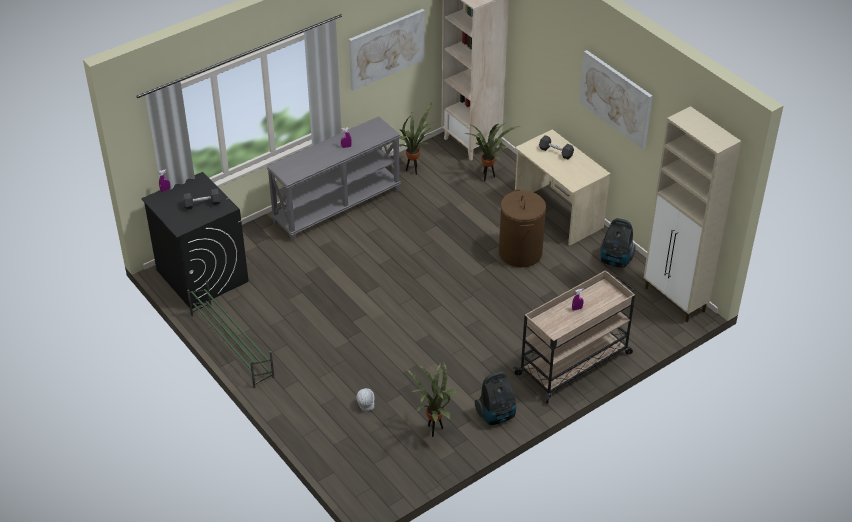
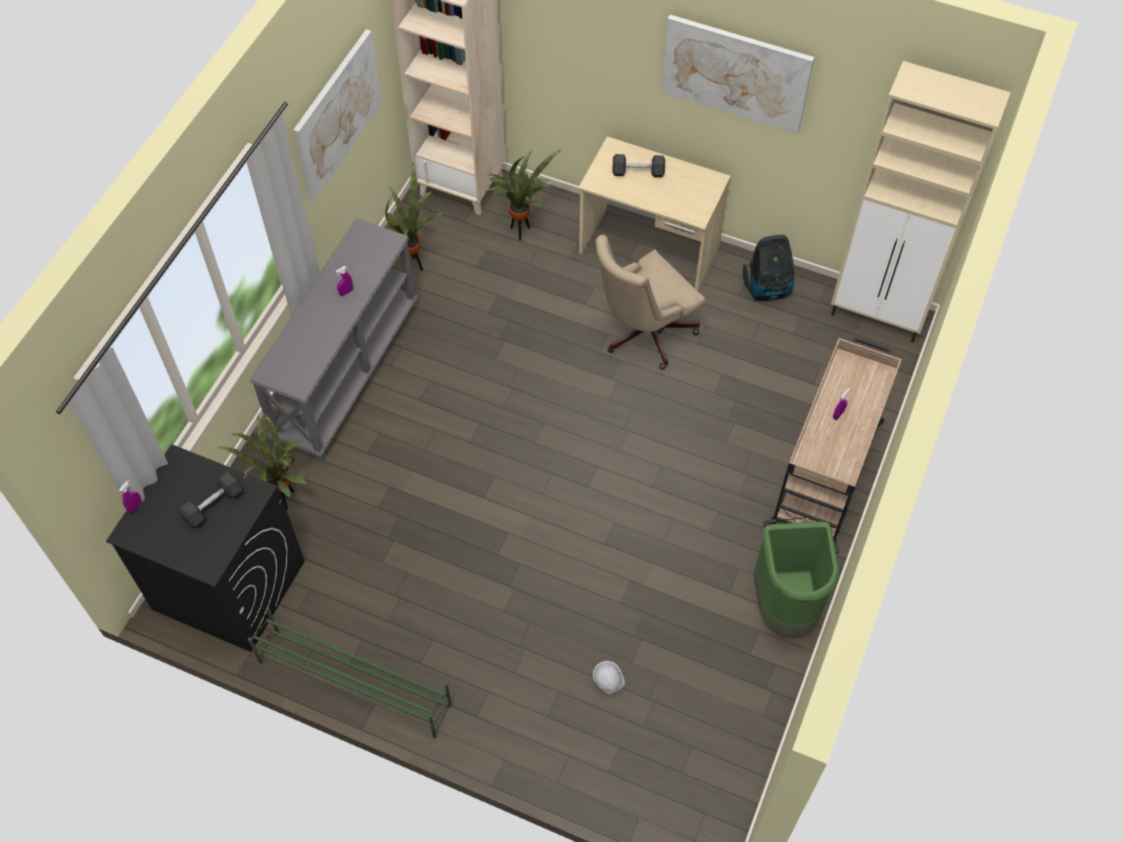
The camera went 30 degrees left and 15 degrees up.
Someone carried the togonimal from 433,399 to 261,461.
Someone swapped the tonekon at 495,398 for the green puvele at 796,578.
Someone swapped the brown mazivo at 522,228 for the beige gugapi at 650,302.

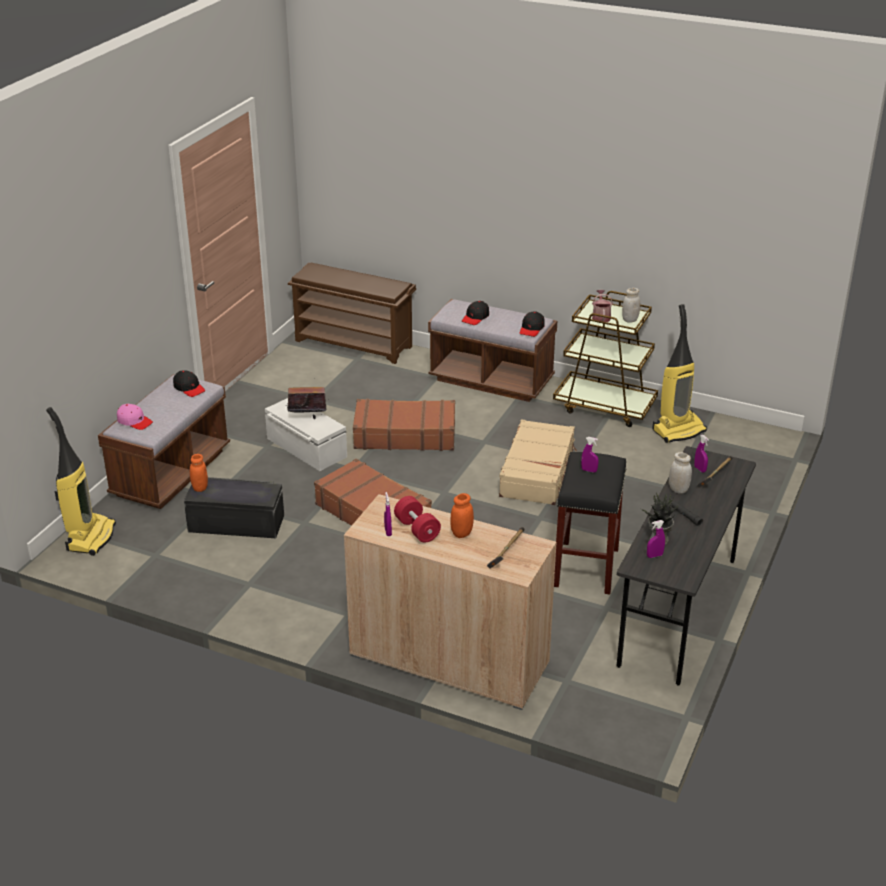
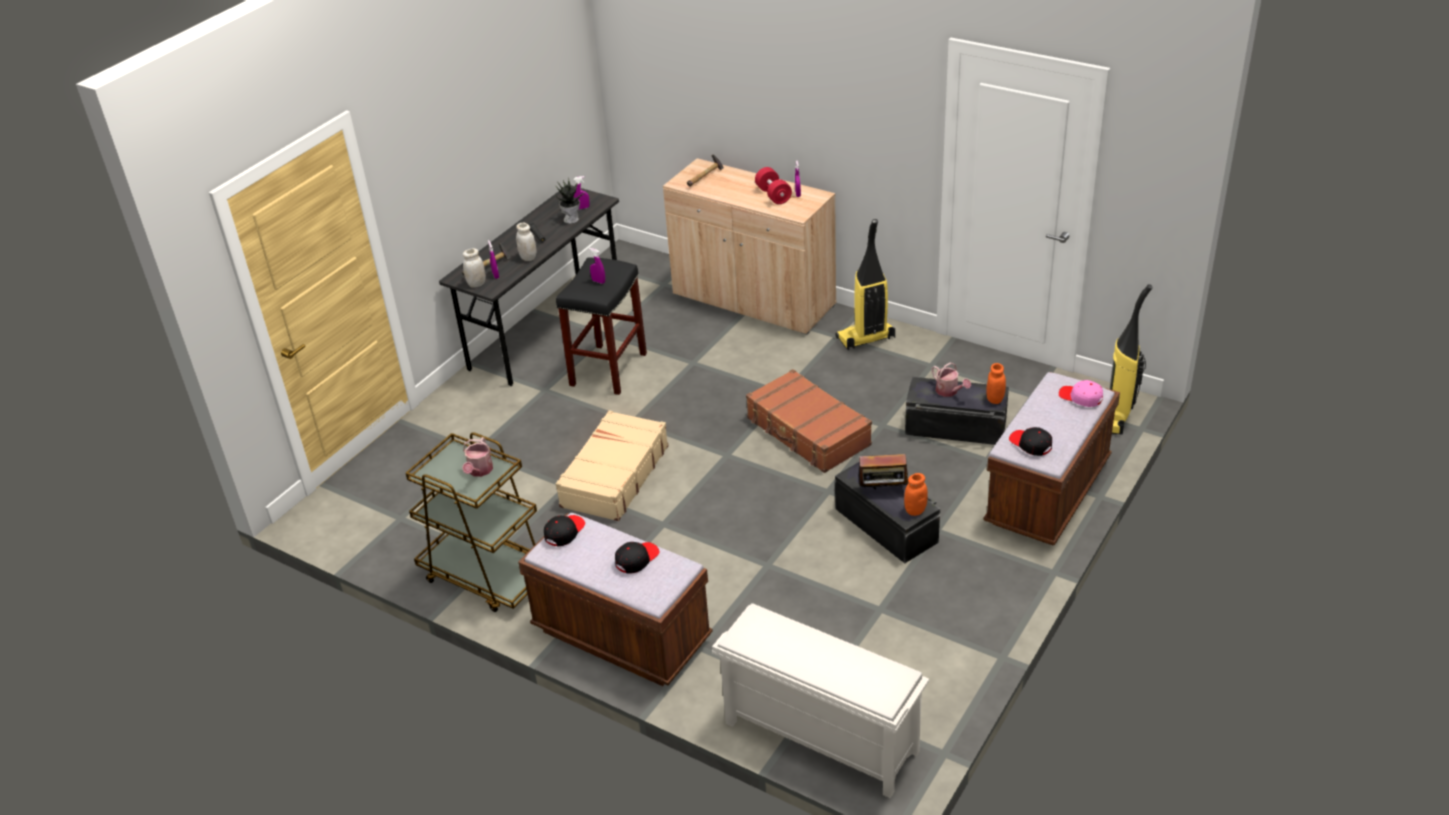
The camera went 170 degrees left and 5 degrees up.
Someone took away the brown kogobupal at 404,425.
Someone put down the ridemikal at 951,379.
Someone carried the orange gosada from 462,515 to 916,494.
Someone carried the white gosada from 631,305 to 474,268.
Someone carried the tonekon from 679,373 to 865,284.
Someone repainted the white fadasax at 306,434, which became the black fadasax at 887,512.
Someone repainted the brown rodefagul at 352,313, which became the white rodefagul at 820,700.

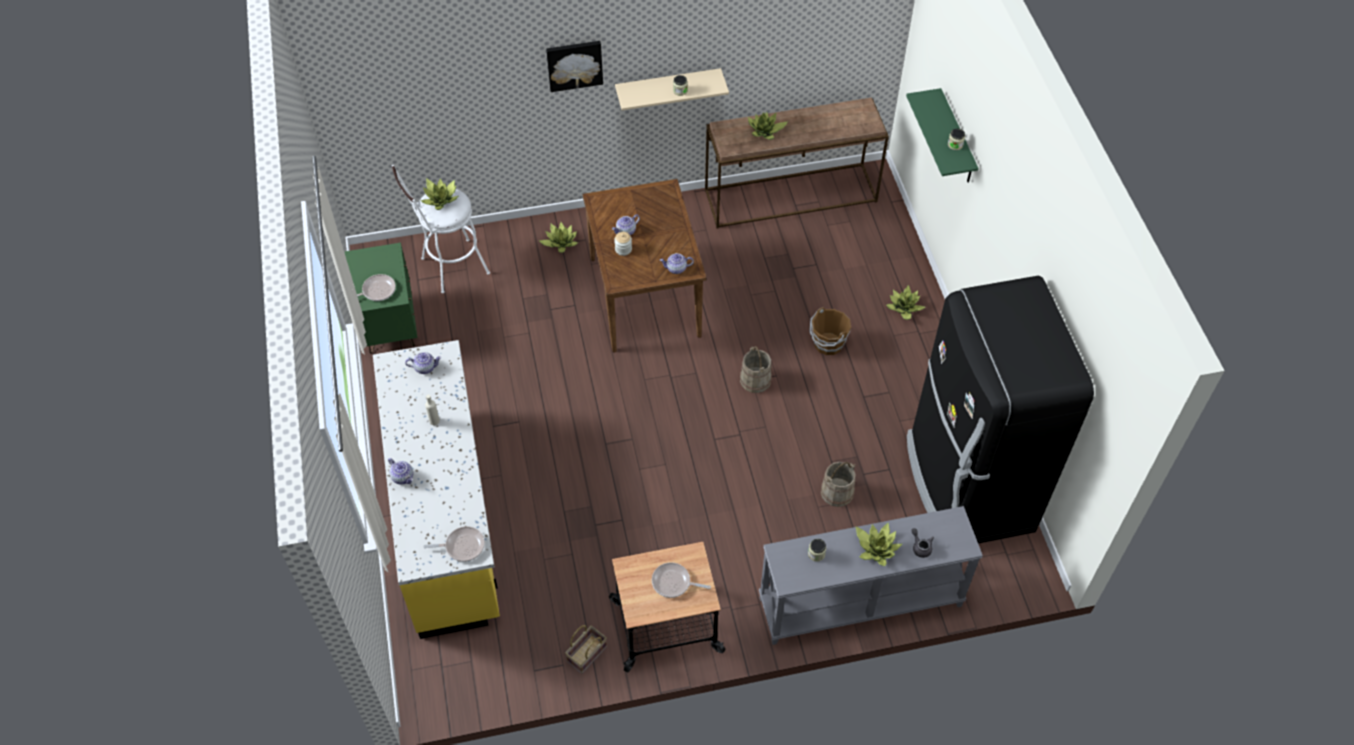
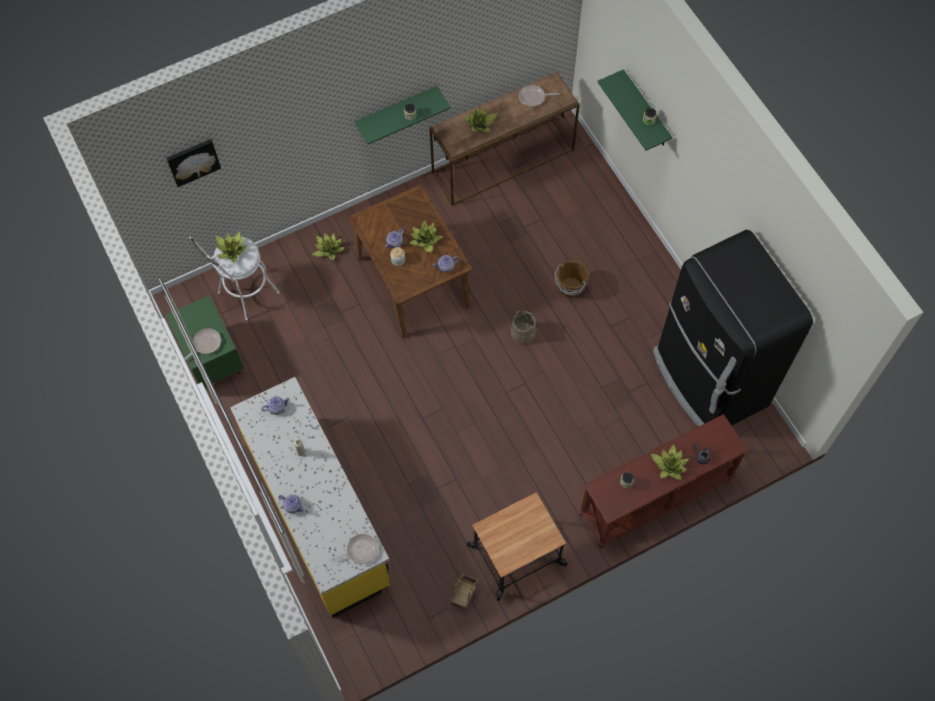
The camera went 15 degrees left and 10 degrees up.
Someone took away the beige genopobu at 838,484.
Someone carried the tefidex from 574,66 to 193,163.
Someone carried the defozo from 681,580 to 539,96.
Someone carried the togonimal from 905,302 to 426,236.
Someone repainted the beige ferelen at 672,89, which became the green ferelen at 403,115.
Someone repainted the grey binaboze at 871,575, which became the brown binaboze at 663,481.

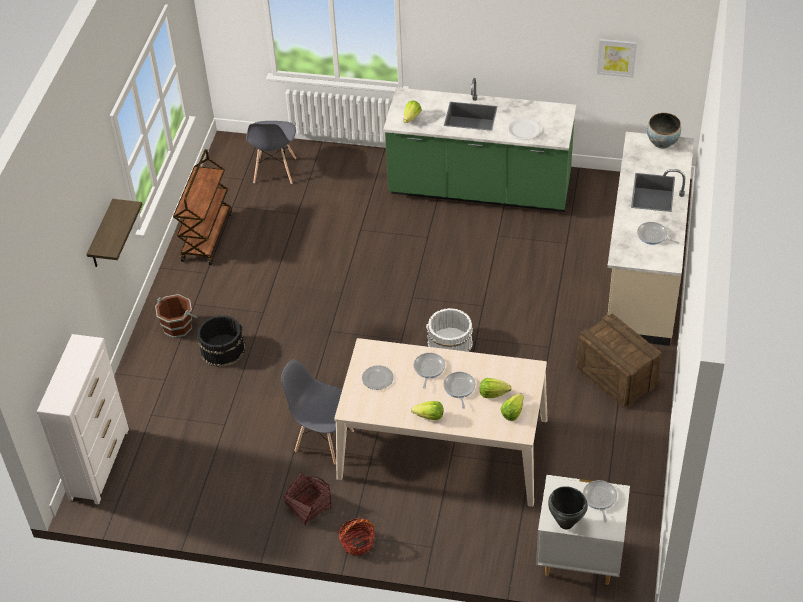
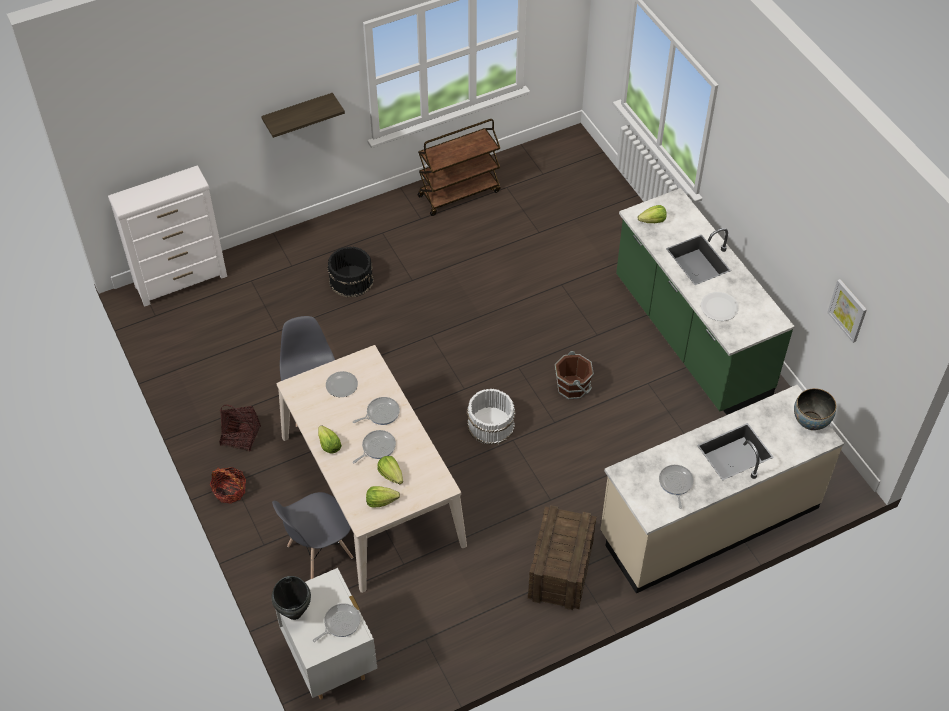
The camera went 50 degrees right and 5 degrees up.
Someone carried the brown genopobu from 176,316 to 574,375.
Someone carried the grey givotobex from 271,152 to 312,535.

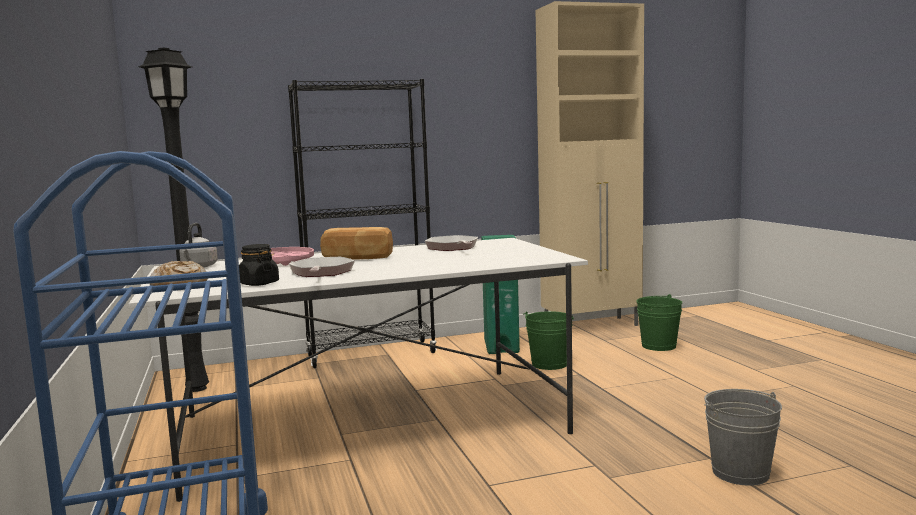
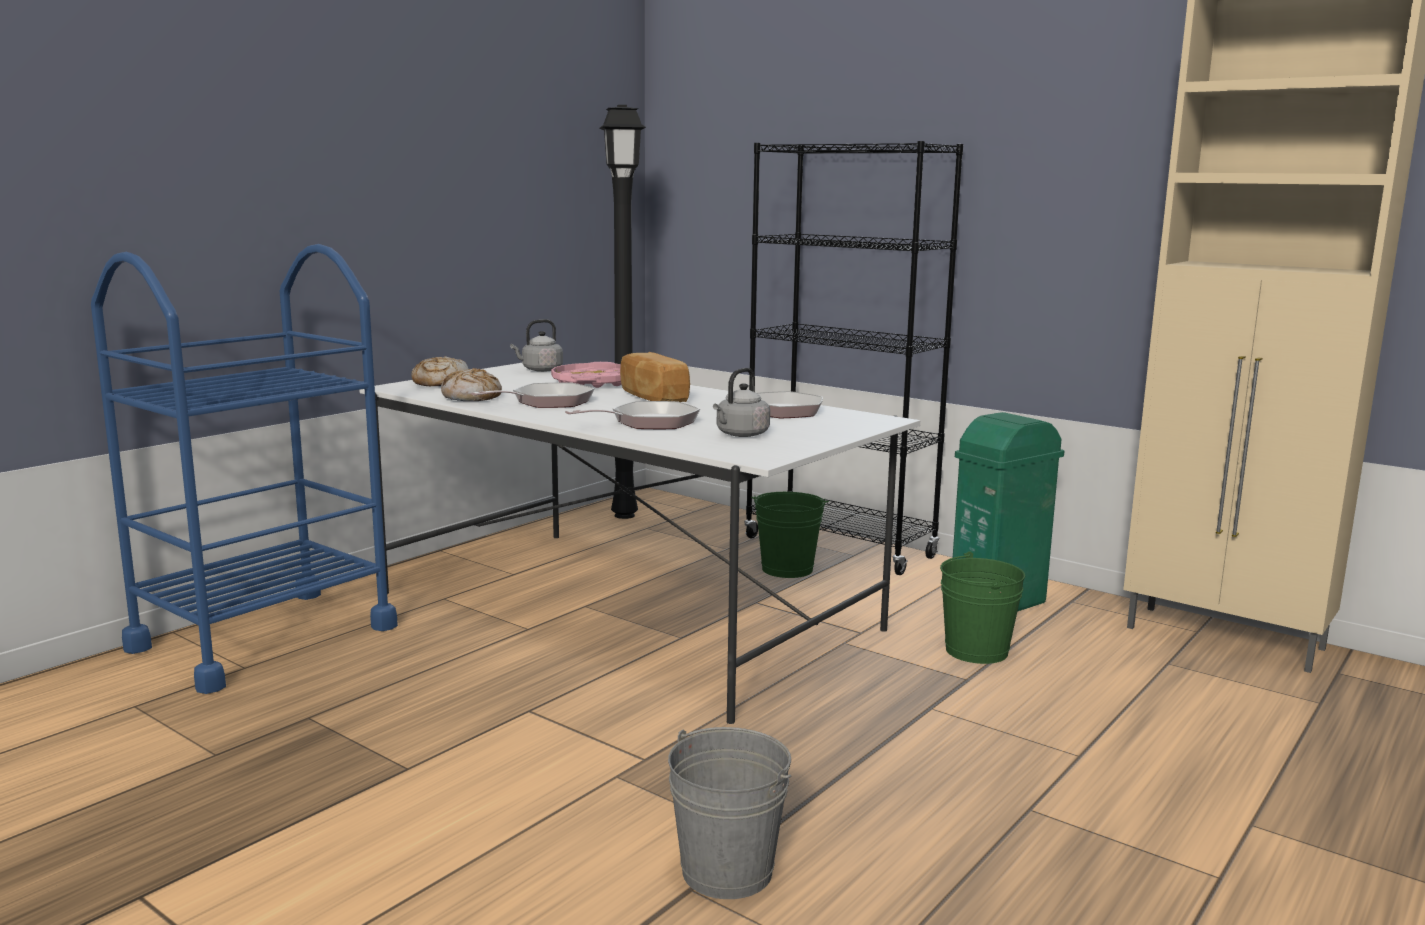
The camera went 55 degrees right and 5 degrees up.
Someone put down the defozo at 632,415.
Someone put down the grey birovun at 741,402.
Someone carried the green genopobu from 659,322 to 790,535.
Someone swapped the black gosada at 259,265 for the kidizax at 471,384.

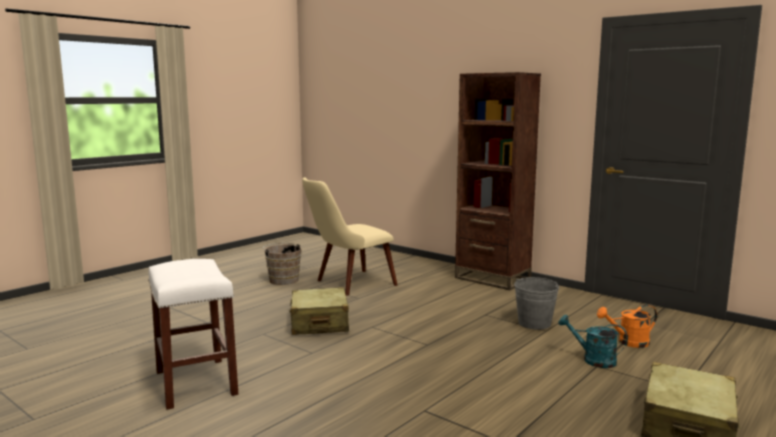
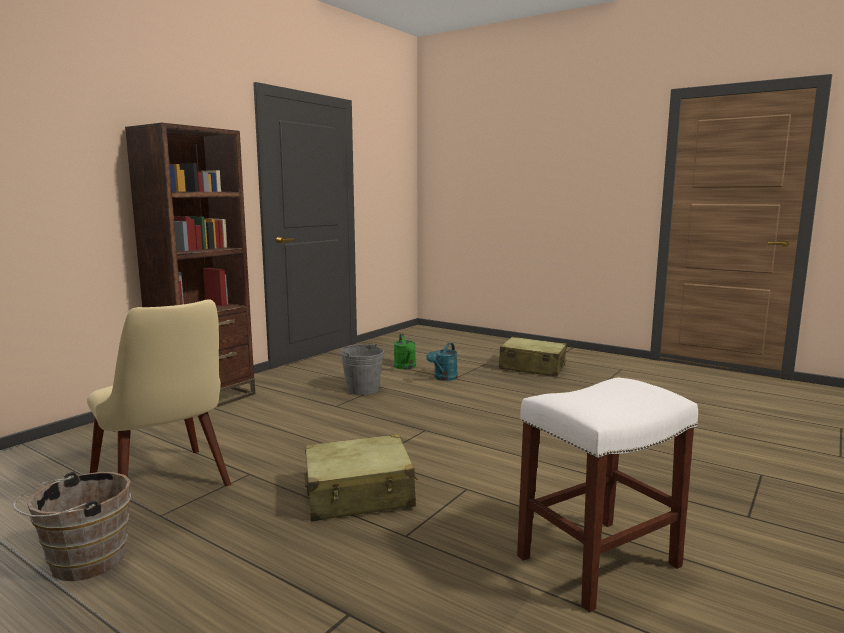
The camera went 95 degrees left and 0 degrees up.
Someone repainted the orange ridemikal at 627,326, which became the green ridemikal at 405,351.

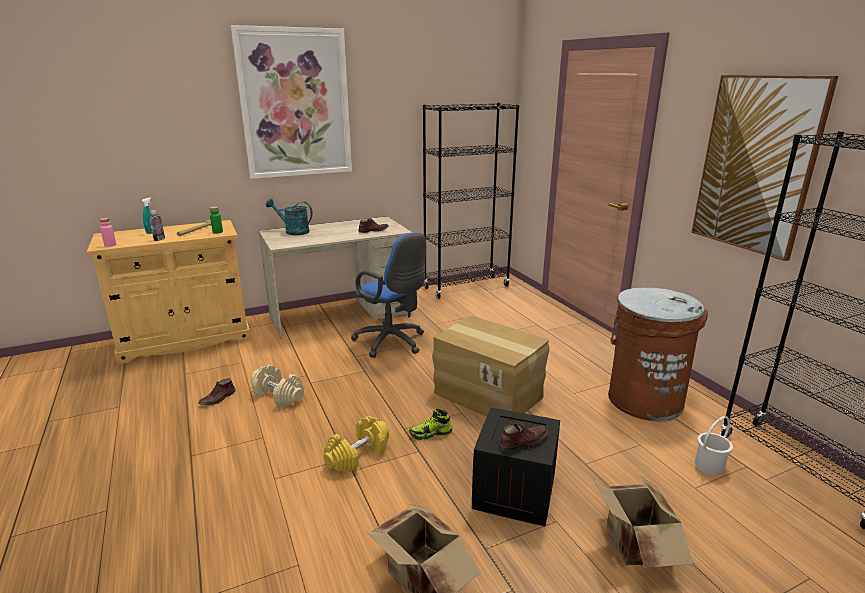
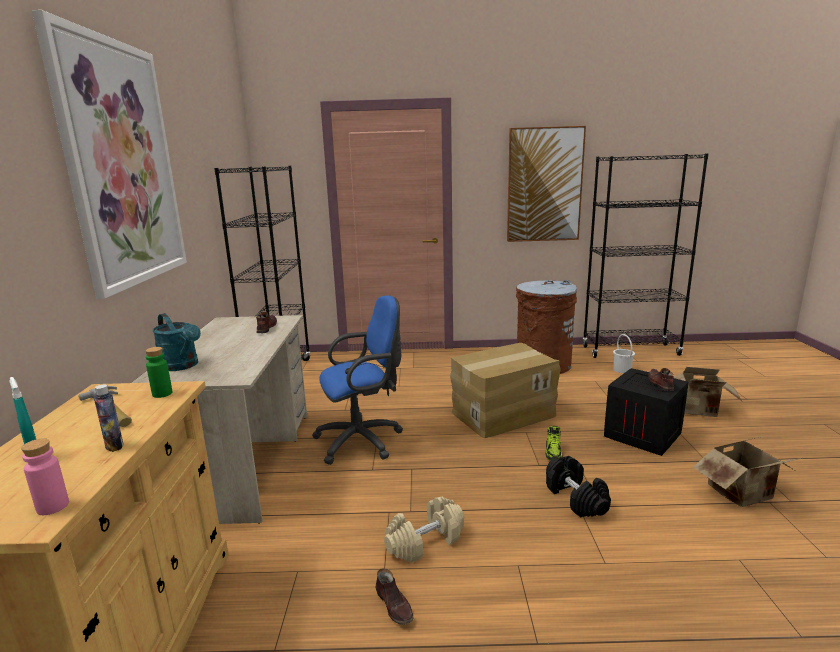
The camera went 65 degrees left and 5 degrees down.
Someone repainted the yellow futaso at 356,444, which became the black futaso at 578,486.
Someone rotated the turquoise ridemikal at 289,216 by 90 degrees counterclockwise.

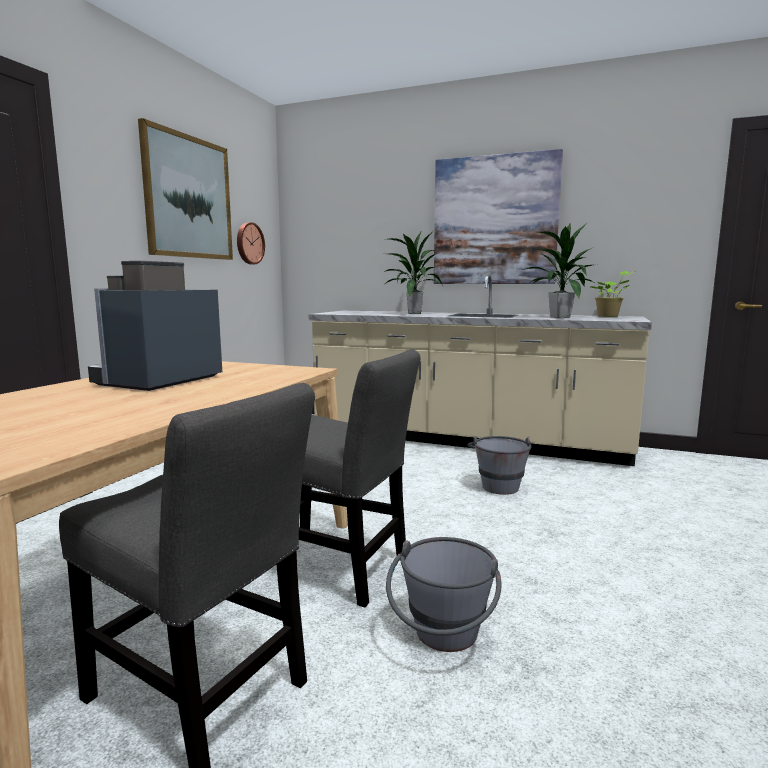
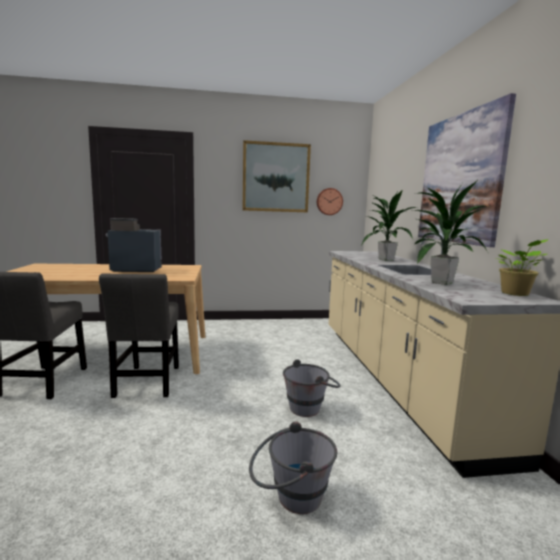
The camera went 60 degrees right and 0 degrees up.
Someone carried the grey genopobu from 444,594 to 293,468.

